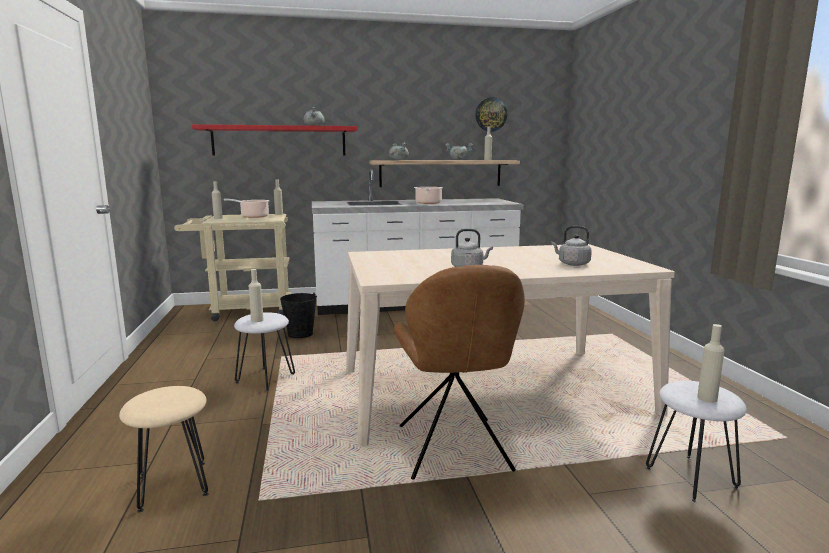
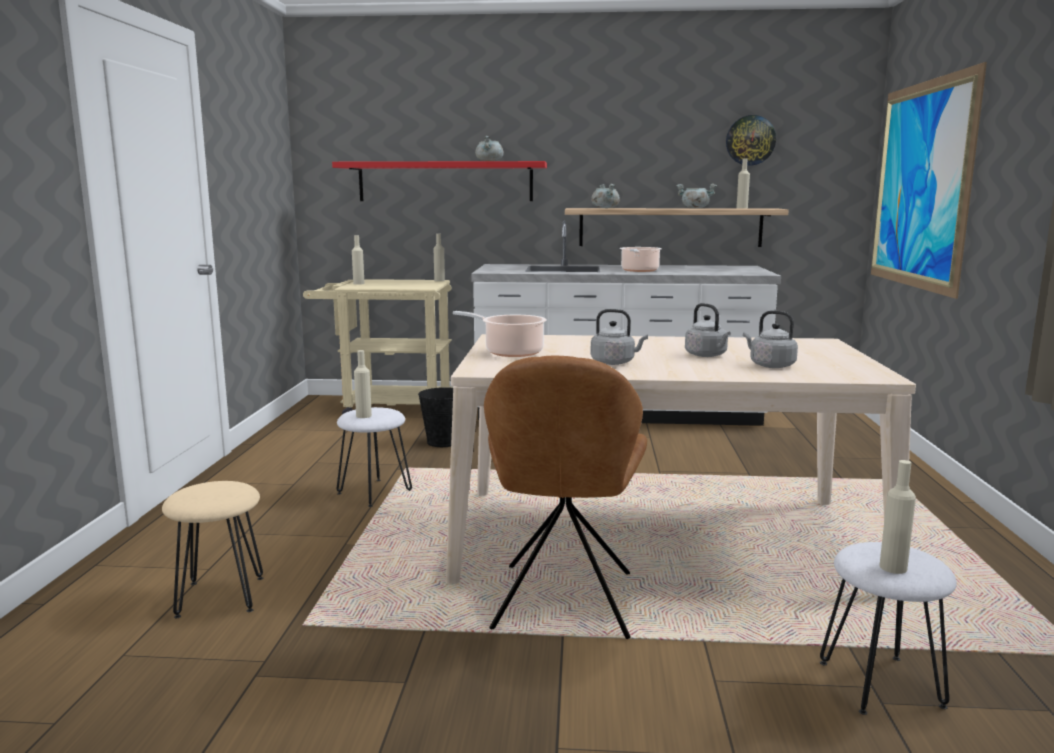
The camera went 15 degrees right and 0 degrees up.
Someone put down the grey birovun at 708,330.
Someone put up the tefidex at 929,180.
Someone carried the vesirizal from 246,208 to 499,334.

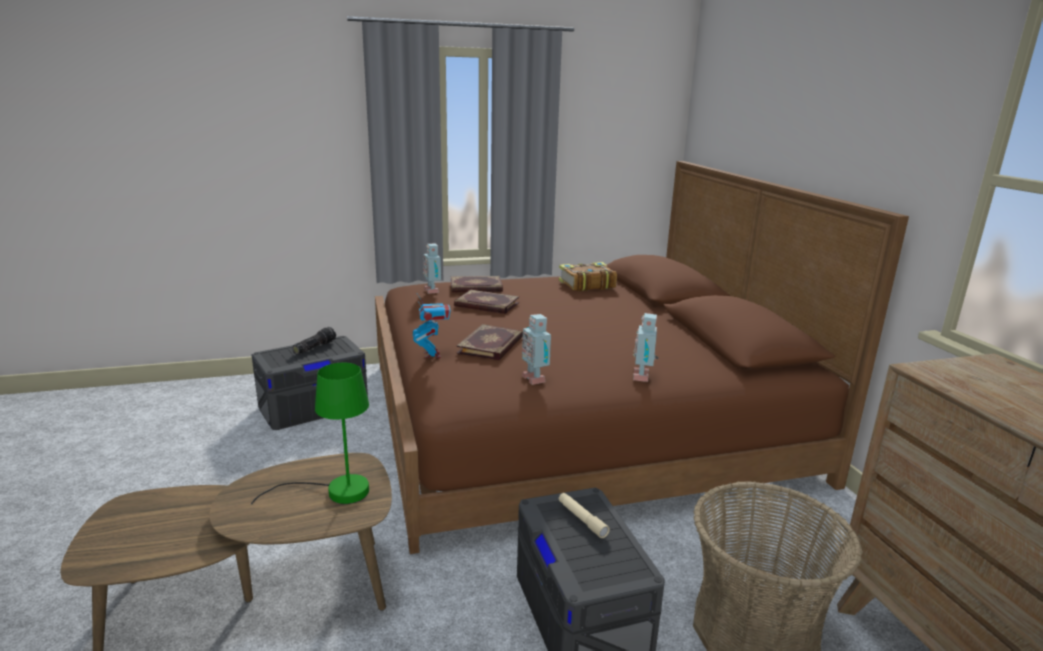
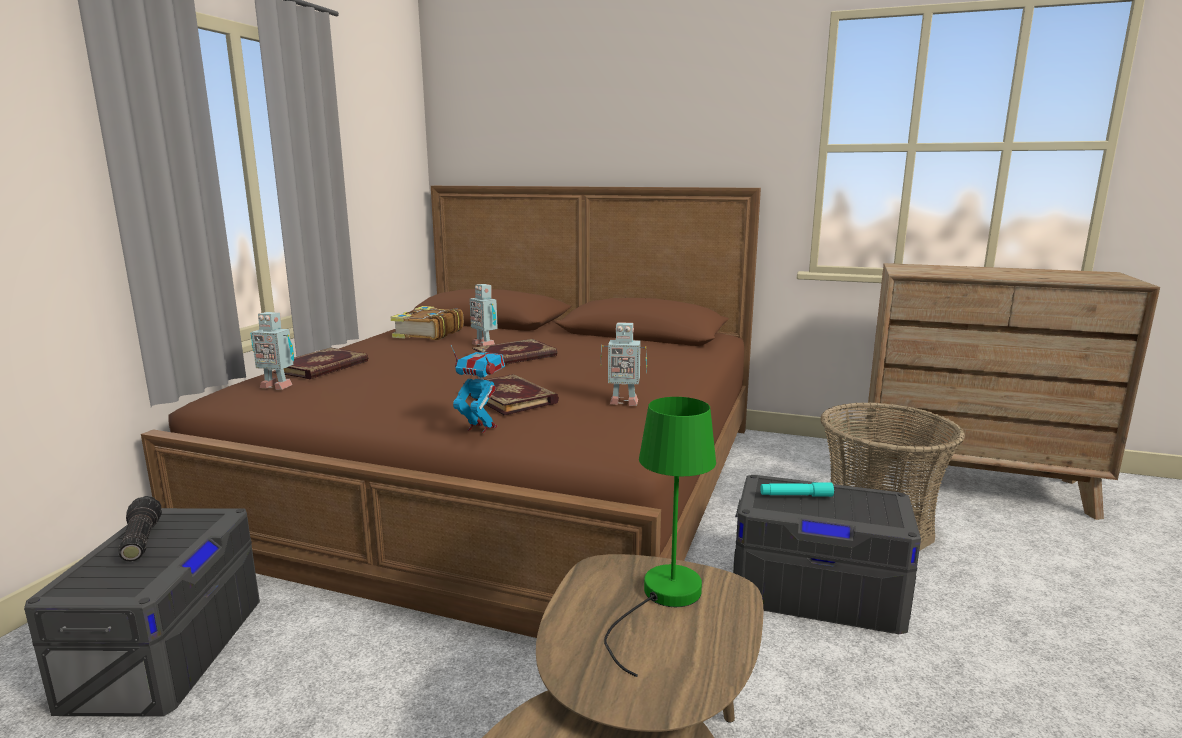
The camera went 55 degrees left and 5 degrees down.
Someone carried the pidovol from 486,302 to 514,352.
Someone carried the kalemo from 645,347 to 484,315.
Someone repainted the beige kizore at 584,515, which became the turquoise kizore at 797,489.

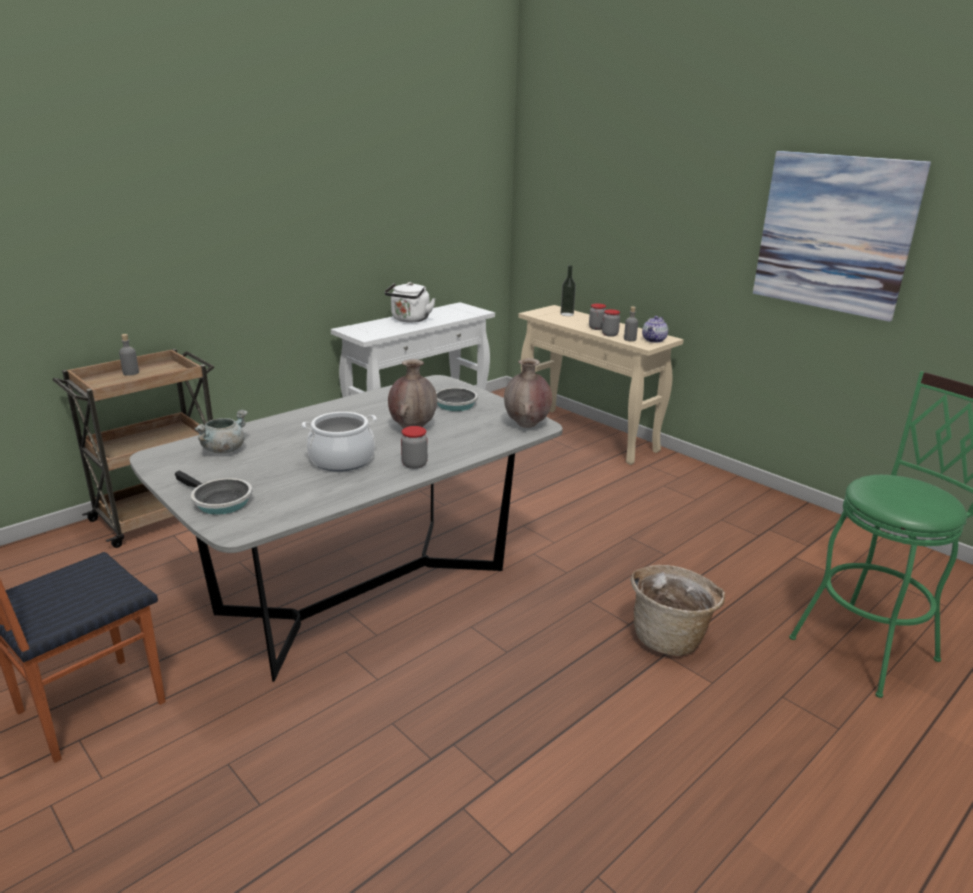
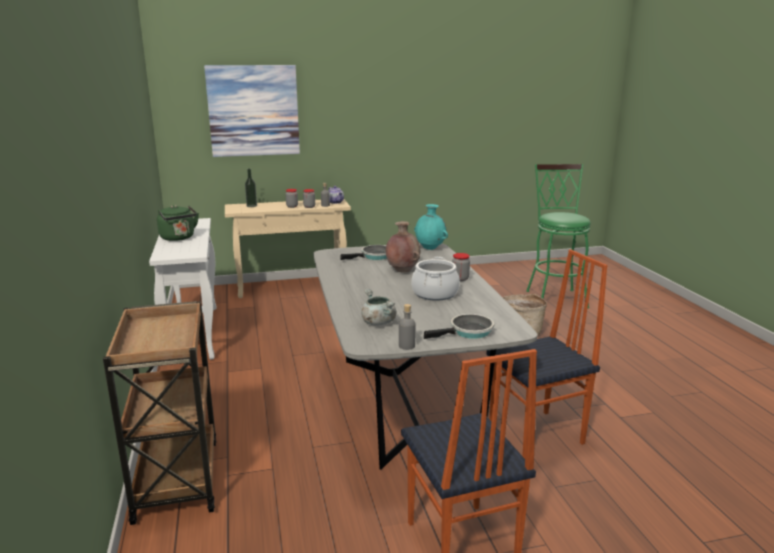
The camera went 60 degrees left and 5 degrees down.
Someone put down the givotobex at 547,354.
Someone carried the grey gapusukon from 129,355 to 407,327.
Someone carried the tefidex from 842,236 to 252,111.
Someone repainted the white birovun at 410,302, which became the green birovun at 178,223.
Someone repainted the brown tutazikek at 528,393, which became the turquoise tutazikek at 431,227.

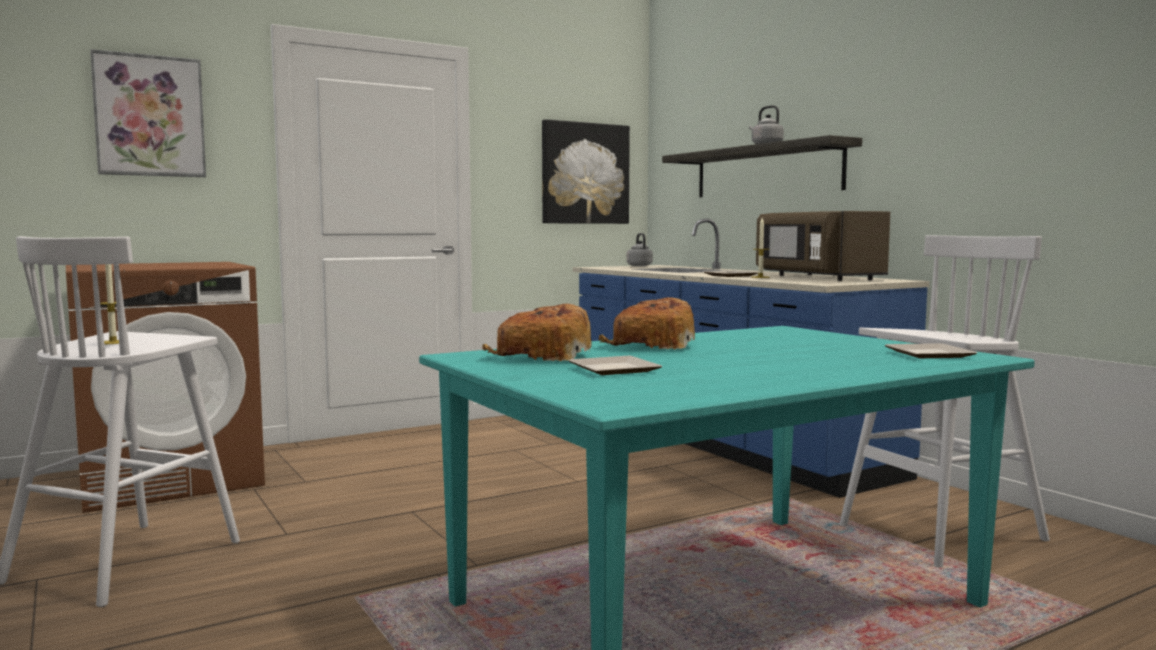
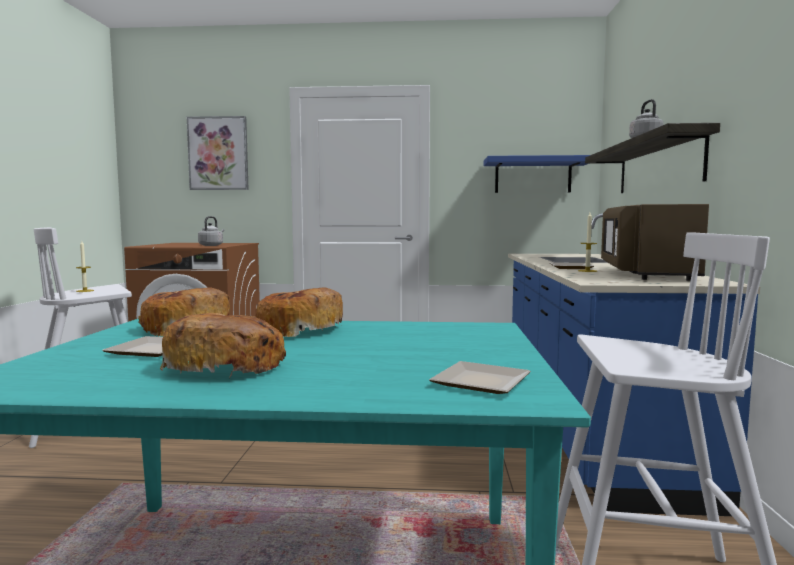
The camera went 35 degrees right and 0 degrees up.
Someone put down the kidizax at 223,345.
Someone carried the grey birovun from 639,249 to 211,231.
Someone swapped the tefidex at 586,171 for the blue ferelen at 537,174.

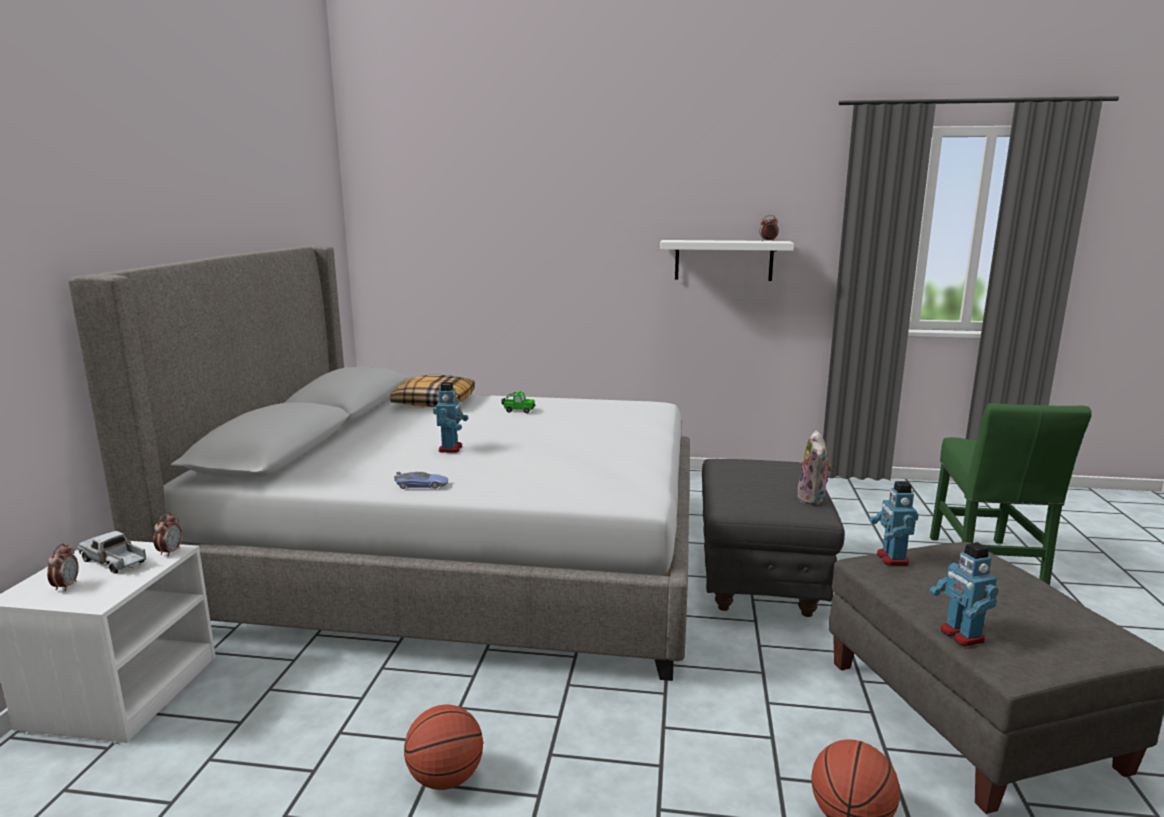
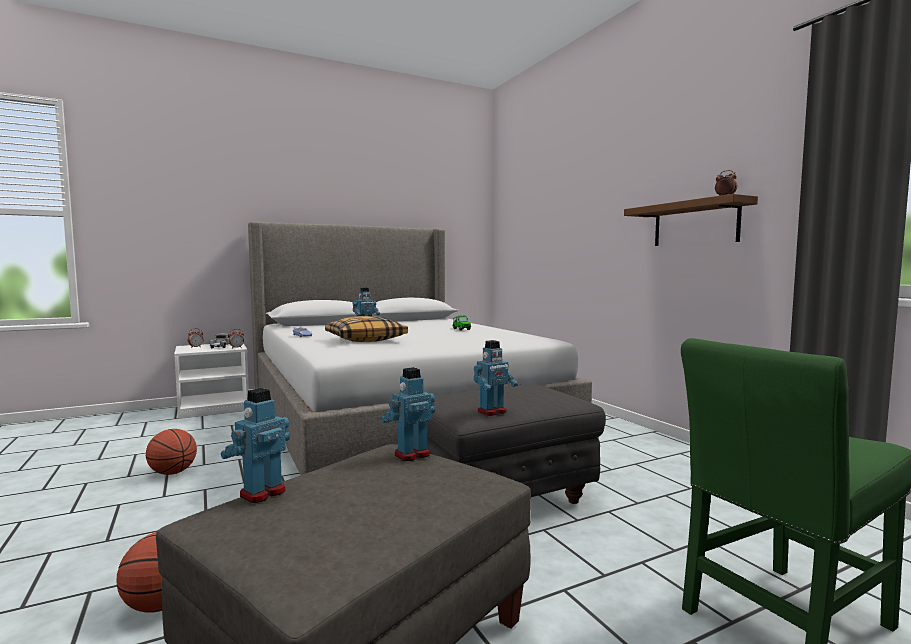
The camera went 55 degrees right and 10 degrees down.
Someone carried the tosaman from 432,391 to 366,329.
Someone swapped the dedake at 815,467 for the kalemo at 496,378.
Someone repainted the white ferelen at 727,260, which became the brown ferelen at 691,220.

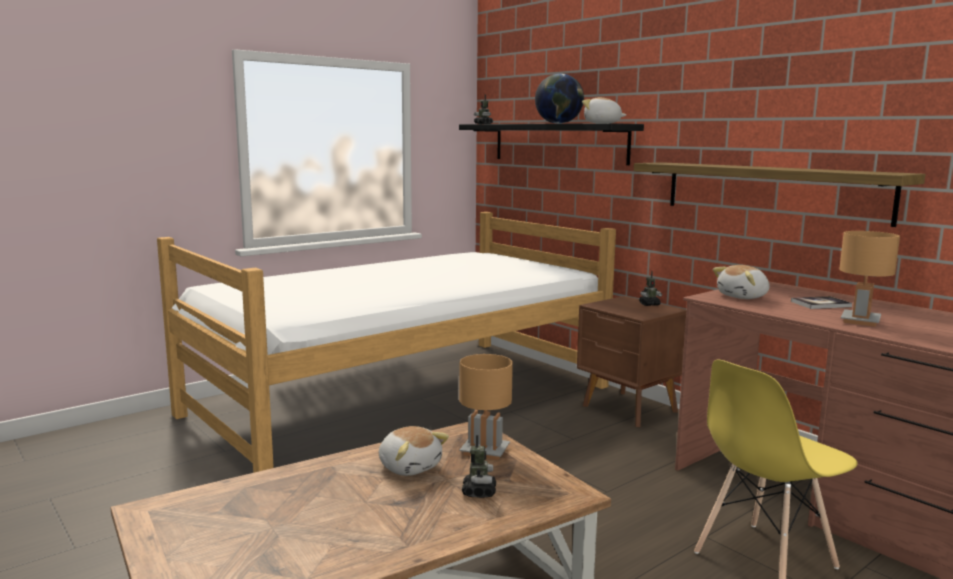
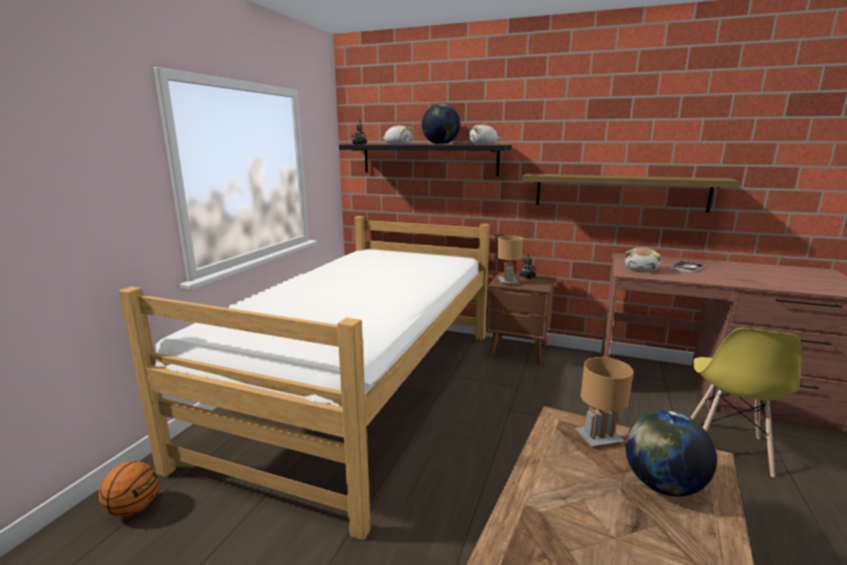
The camera went 30 degrees left and 5 degrees up.
Someone put down the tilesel at 128,489.
Someone carried the dedake from 414,451 to 397,135.
Someone carried the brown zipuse from 869,279 to 510,260.
Someone swapped the kalemo at 479,466 for the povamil at 671,453.

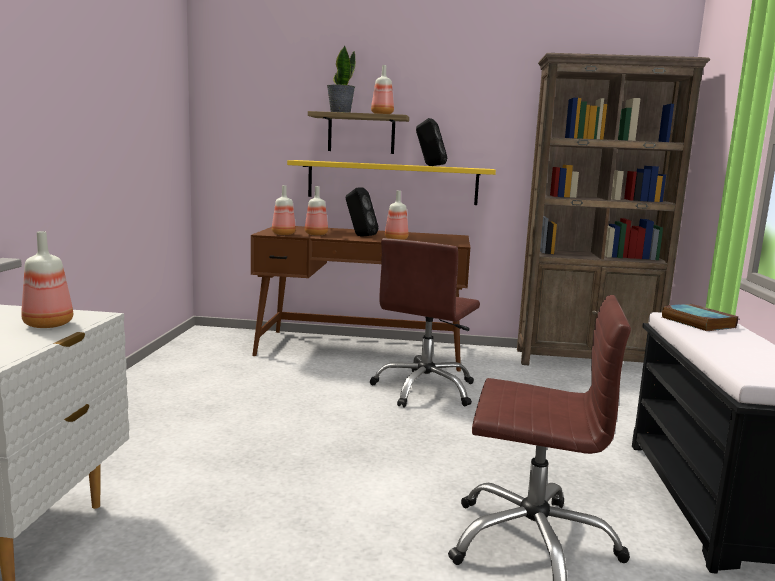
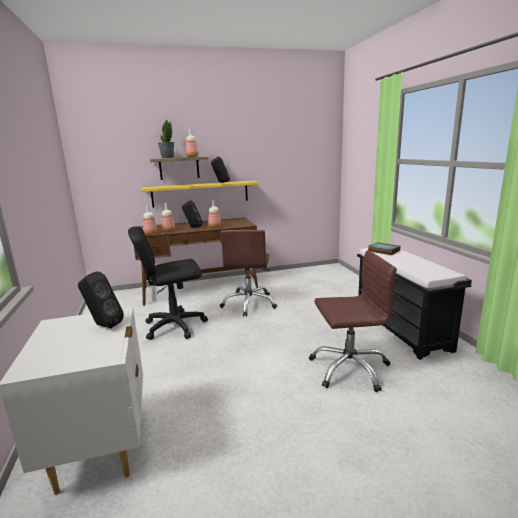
The camera went 20 degrees left and 5 degrees up.
Someone took away the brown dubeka at 613,209.
Someone put down the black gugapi at 168,283.
Someone swapped the gapusukon at 47,279 for the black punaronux at 101,299.

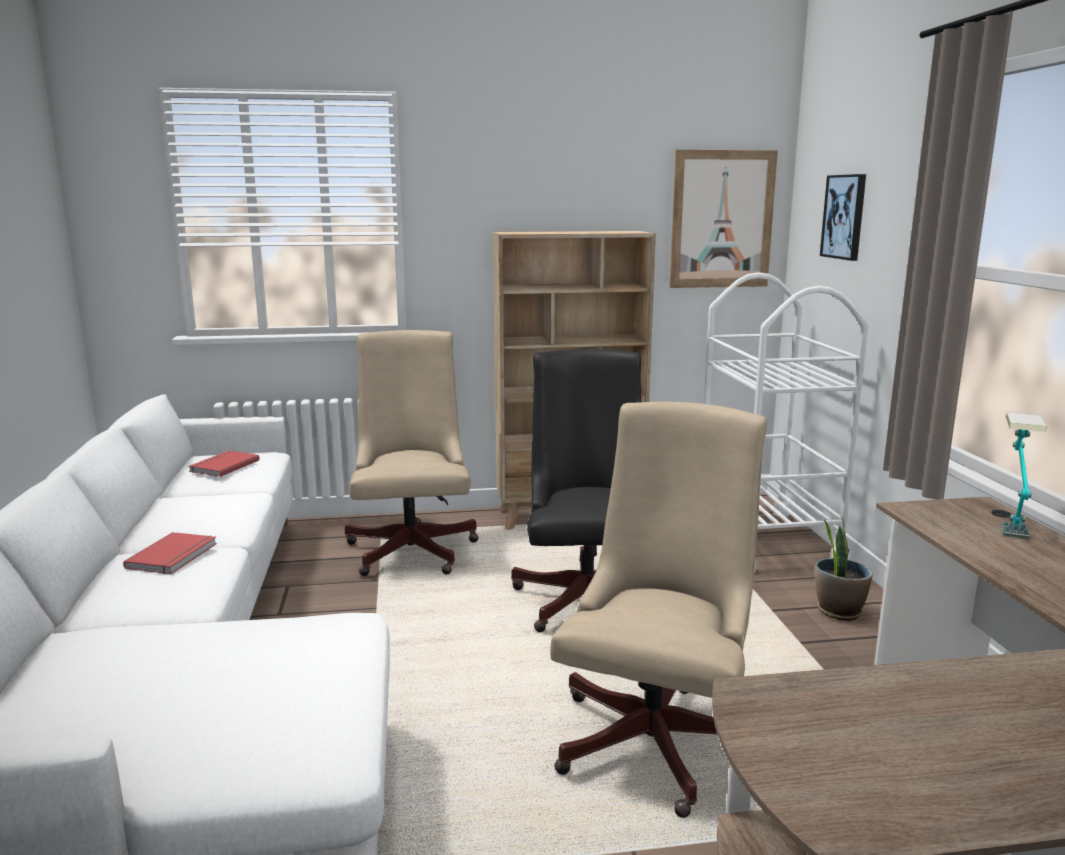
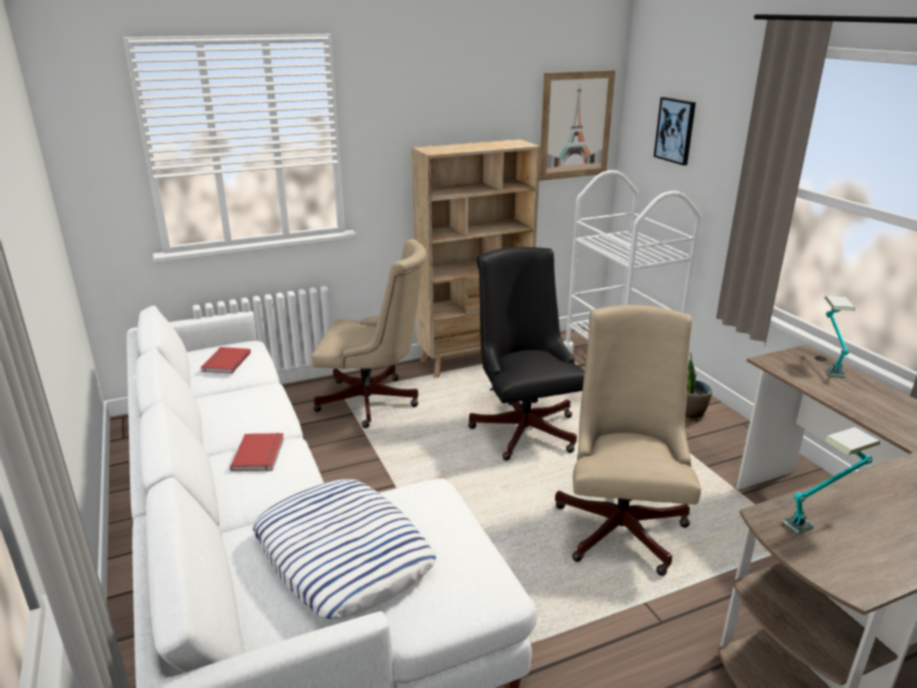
The camera went 15 degrees left and 10 degrees up.
Someone put down the tosaman at 344,549.
Someone put down the zipuse at 831,481.
Someone rotated the beige gugapi at 412,453 by 120 degrees clockwise.

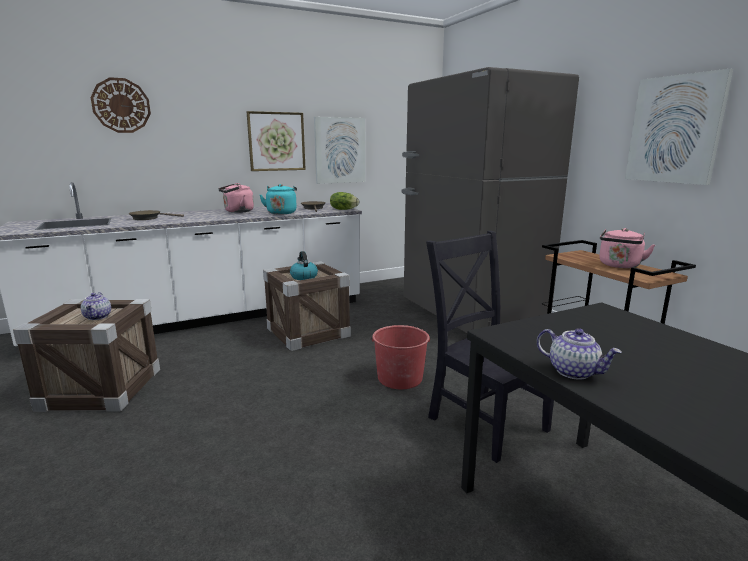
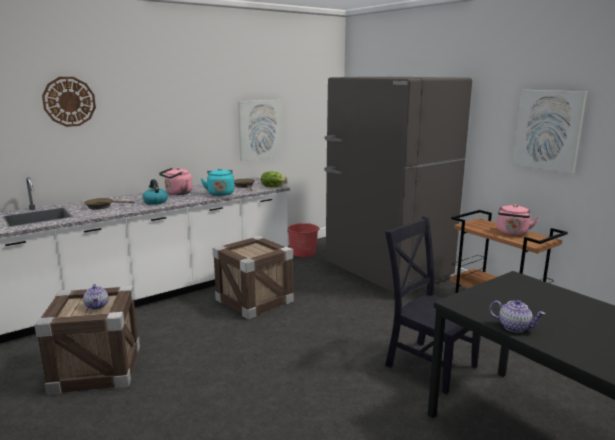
The camera went 10 degrees left and 0 degrees up.
Someone took away the tefidex at 276,141.
Someone carried the birovun from 304,265 to 155,192.
Someone carried the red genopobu from 400,357 to 304,240.

